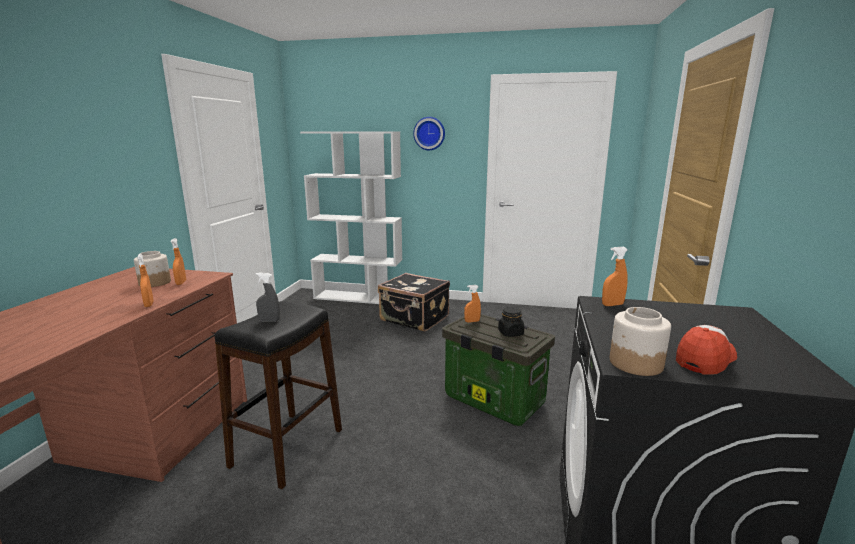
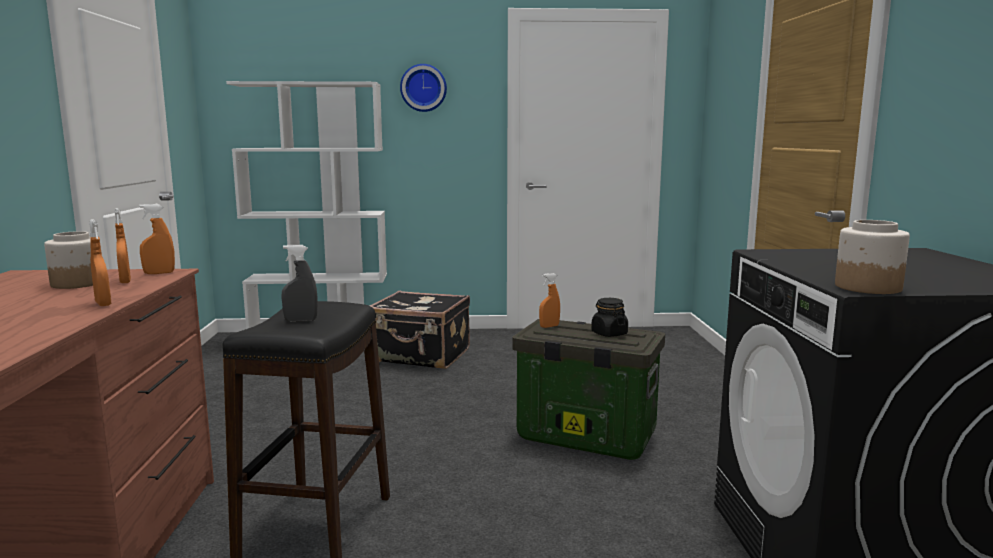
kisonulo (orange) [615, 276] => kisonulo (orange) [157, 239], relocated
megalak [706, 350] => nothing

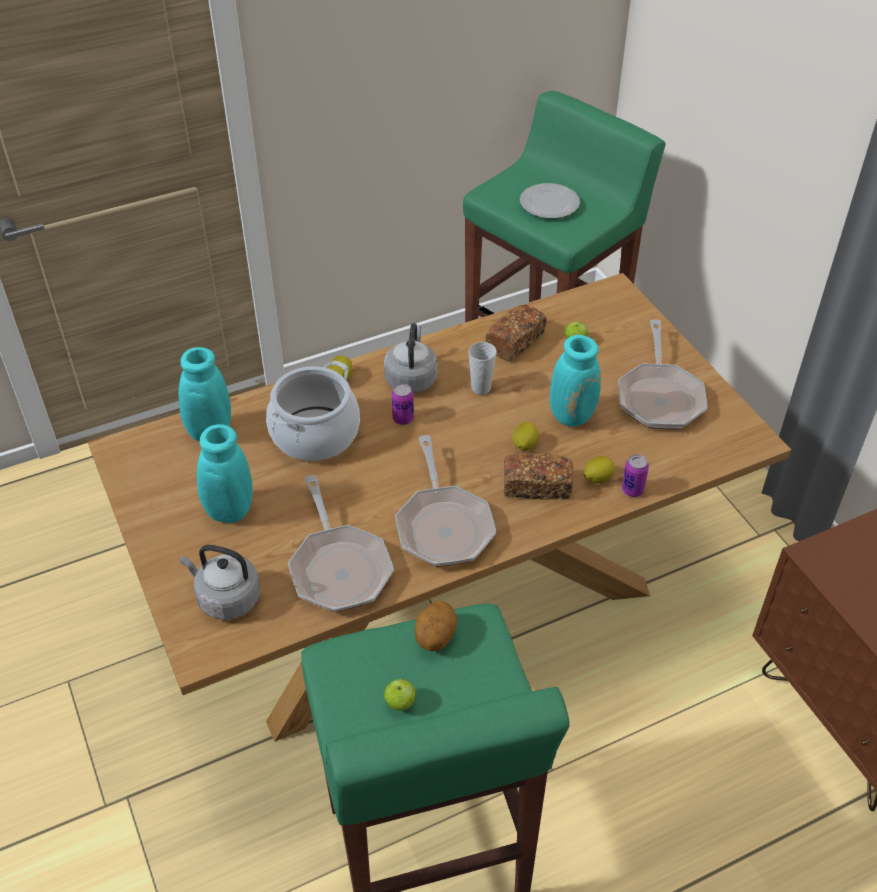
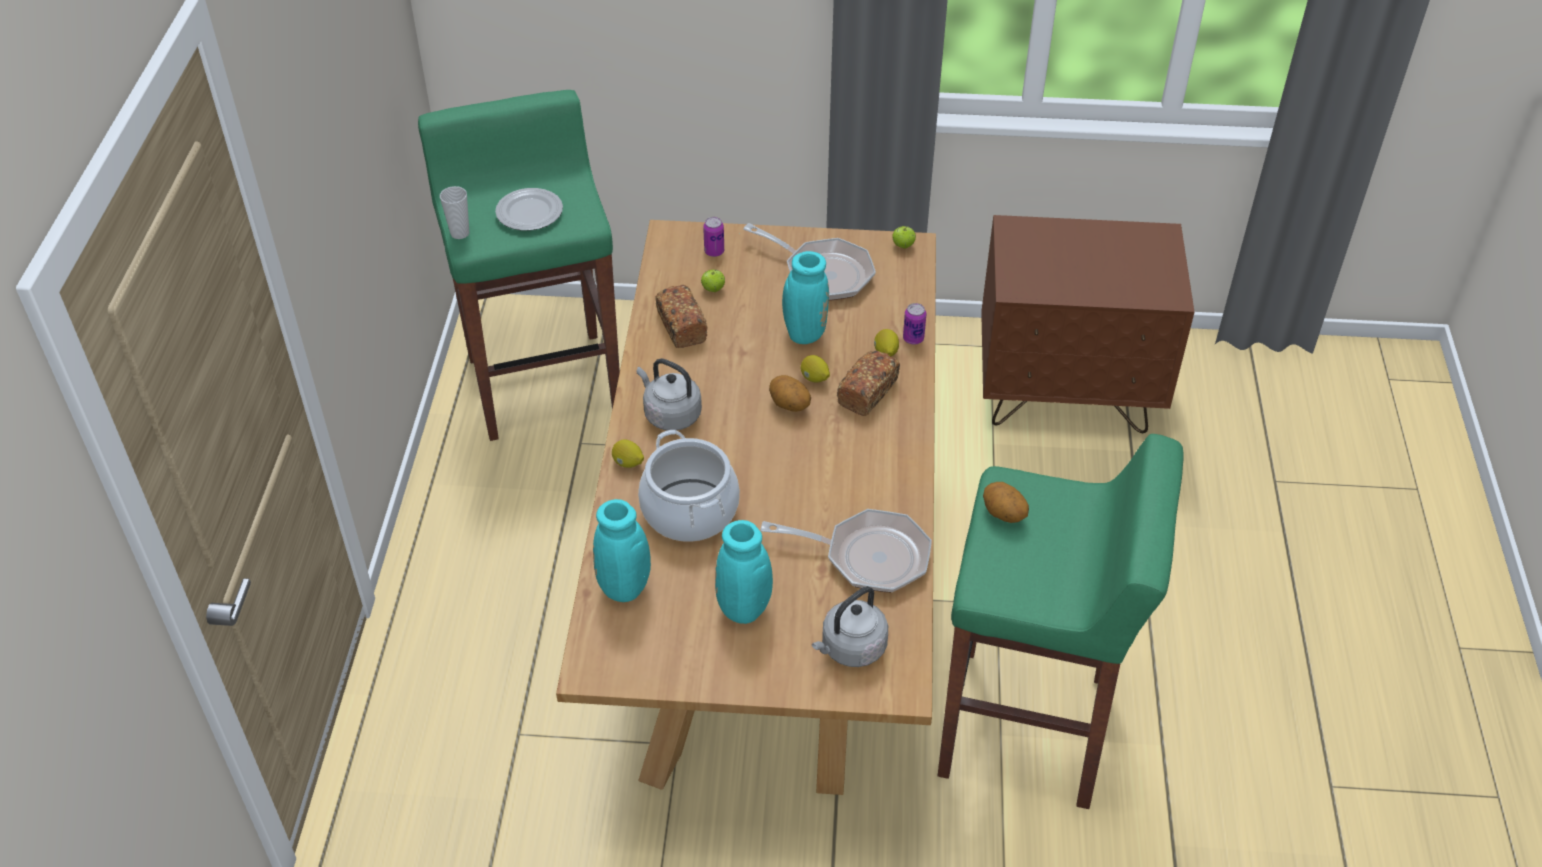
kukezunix [400, 694] => kukezunix [904, 237], relocated
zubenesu [403, 404] => zubenesu [713, 237], relocated
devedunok [445, 501] => nothing
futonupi [483, 368] => futonupi [455, 212], relocated
nothing => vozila [790, 393]

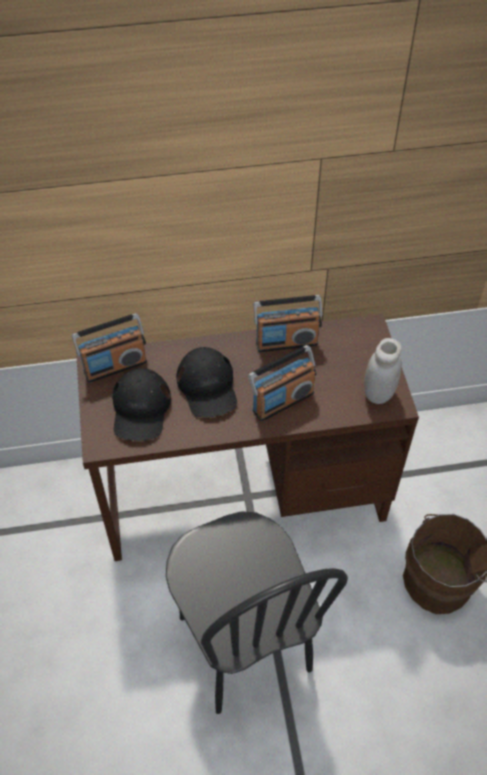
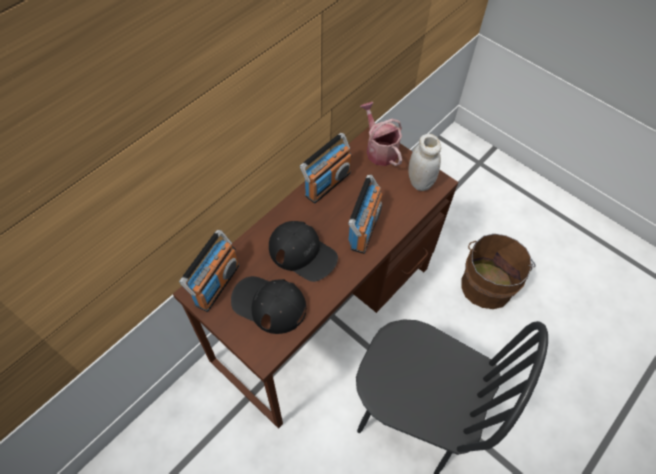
megalak (black) [141, 404] => megalak (black) [268, 305], 150 degrees clockwise
nothing => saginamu [381, 134]

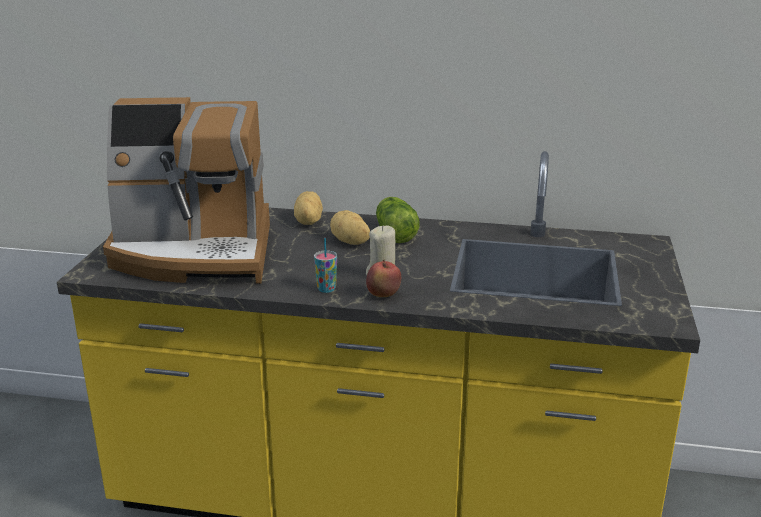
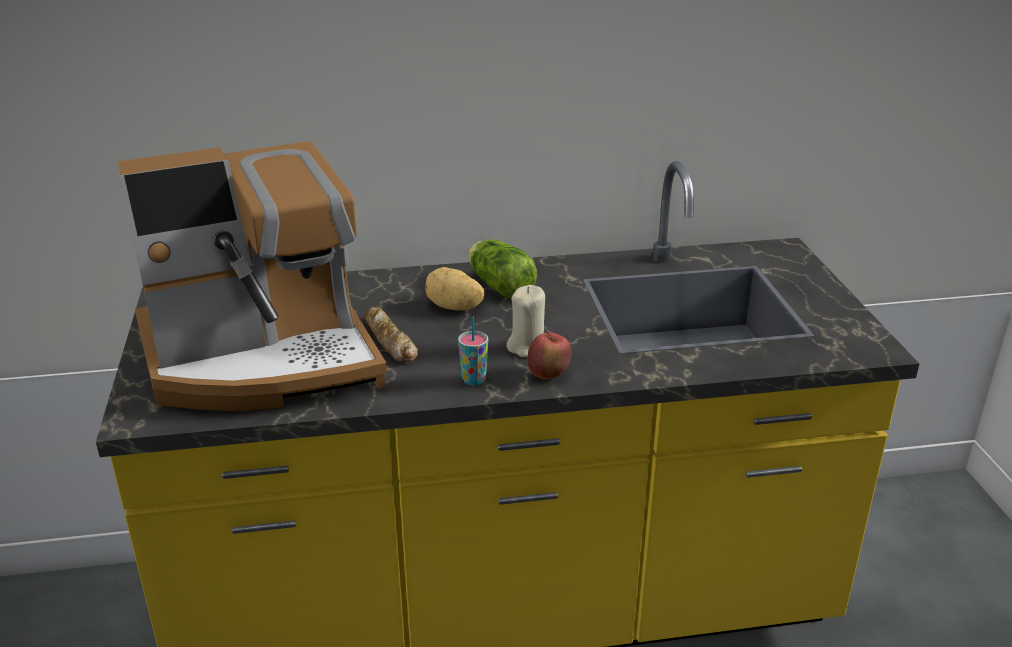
vozila [308, 208] => nothing
nothing => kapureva [391, 334]

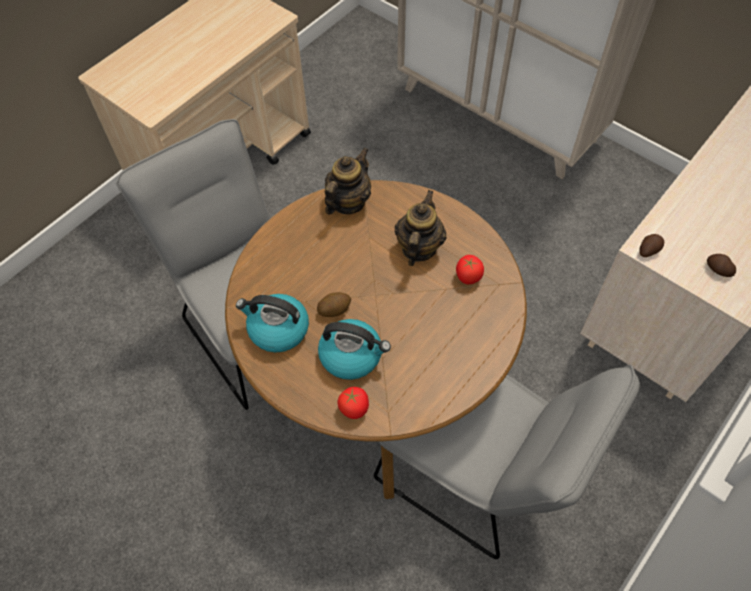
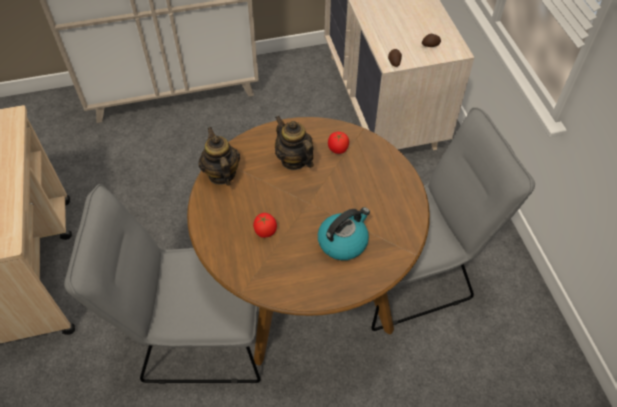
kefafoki [272, 323] => nothing
vozila [334, 304] => nothing
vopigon [353, 403] => vopigon [265, 225], relocated

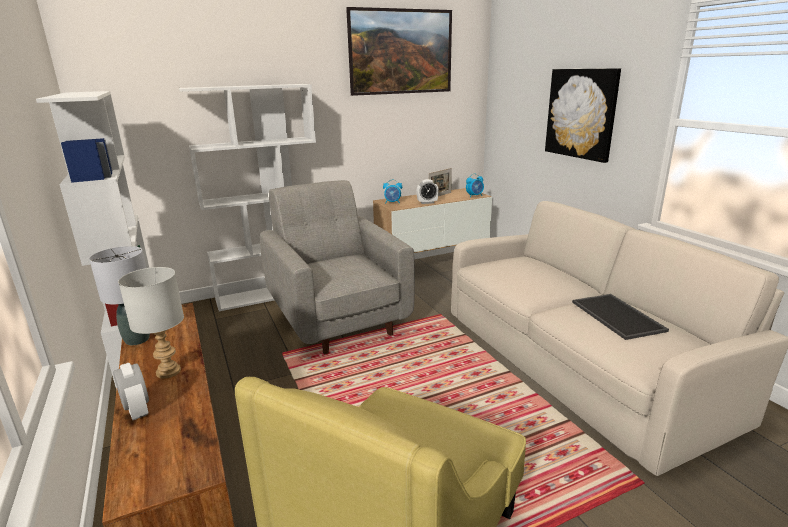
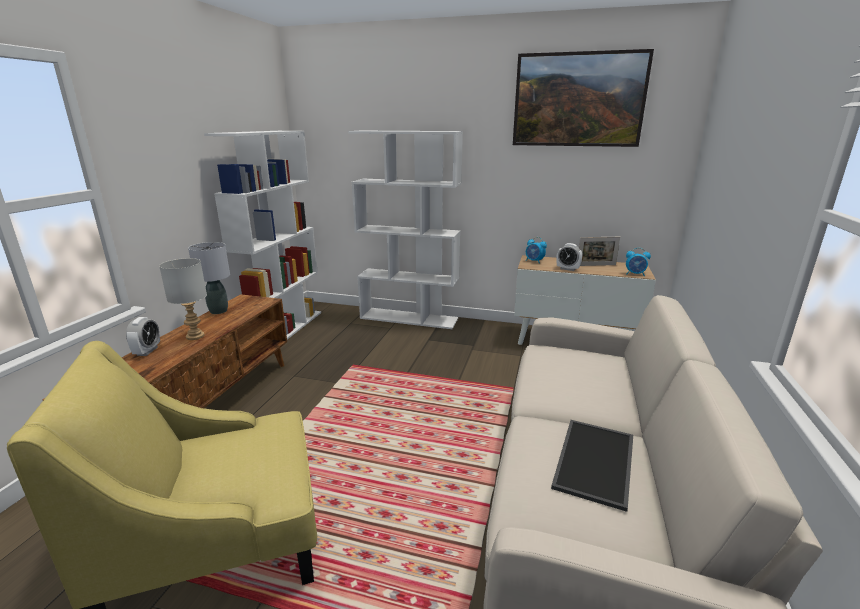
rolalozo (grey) [337, 267] => nothing
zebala [583, 115] => nothing

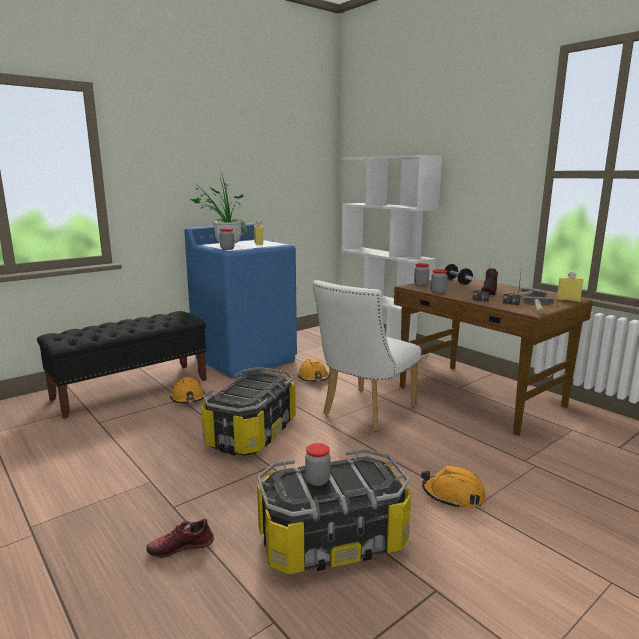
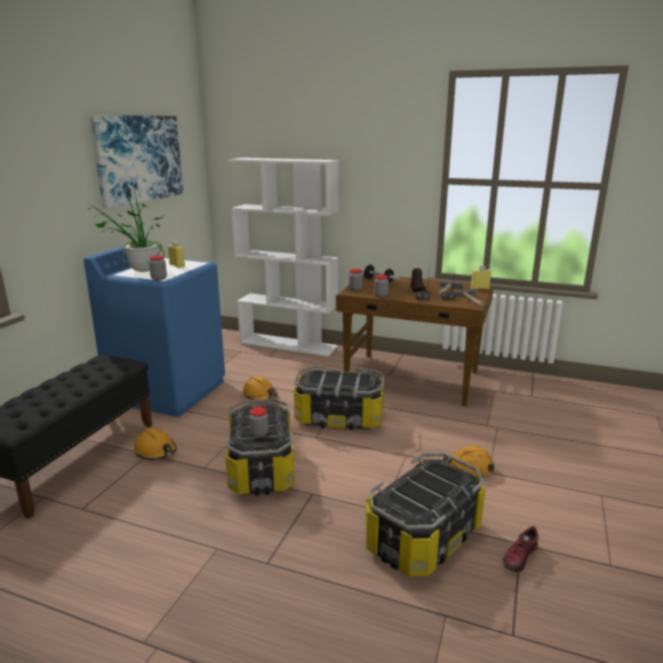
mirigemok [180, 538] => mirigemok [520, 549], relocated
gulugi [318, 464] => gulugi [258, 422], relocated
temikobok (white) [367, 356] => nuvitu [339, 398]
nothing => zebala [136, 161]

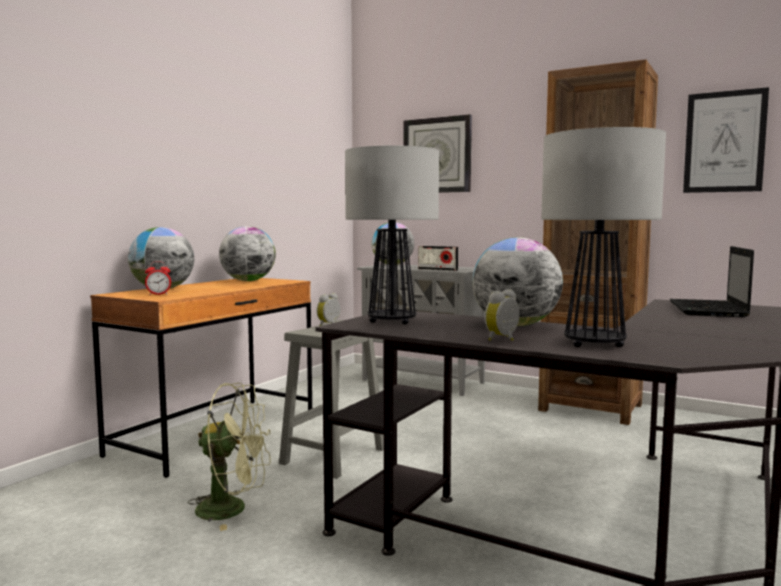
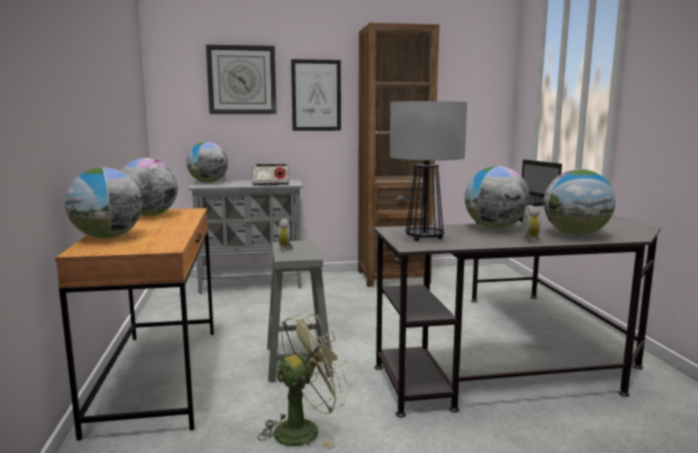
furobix [158, 278] => nothing
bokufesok [603, 237] => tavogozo [579, 202]
zebala [726, 140] => zebala [316, 95], relocated

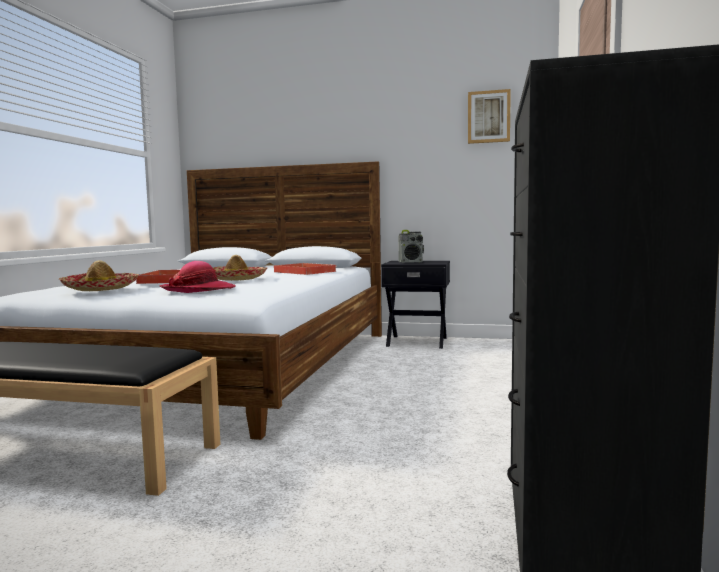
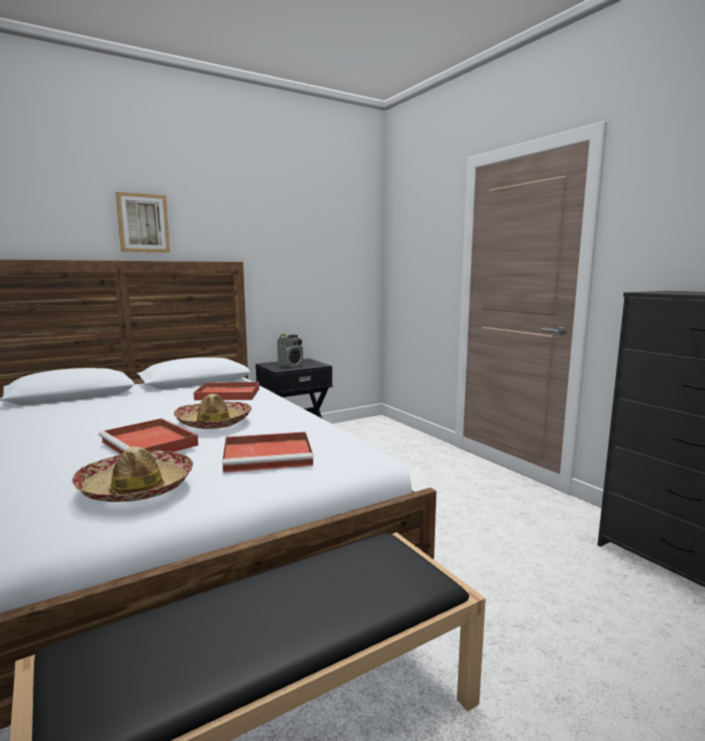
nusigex [197, 277] => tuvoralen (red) [268, 452]
zebala [489, 116] => zebala [143, 222], relocated

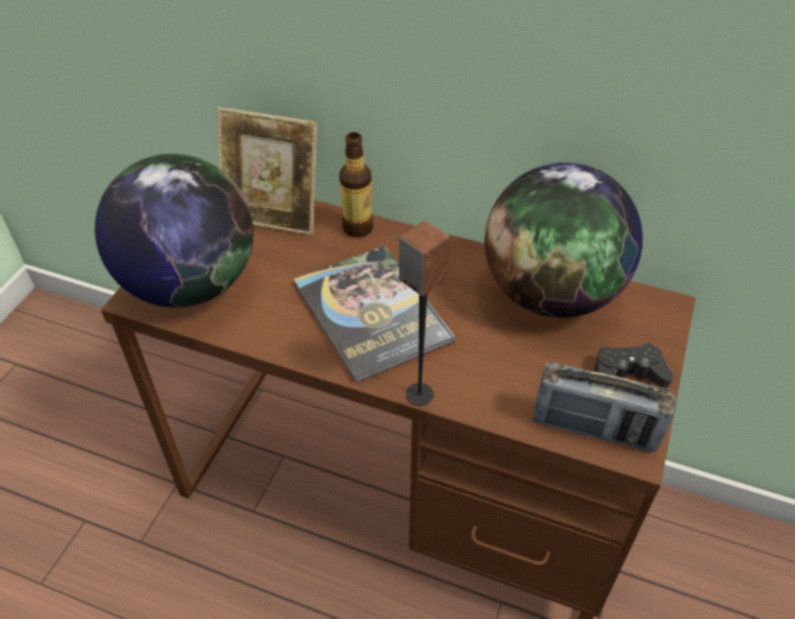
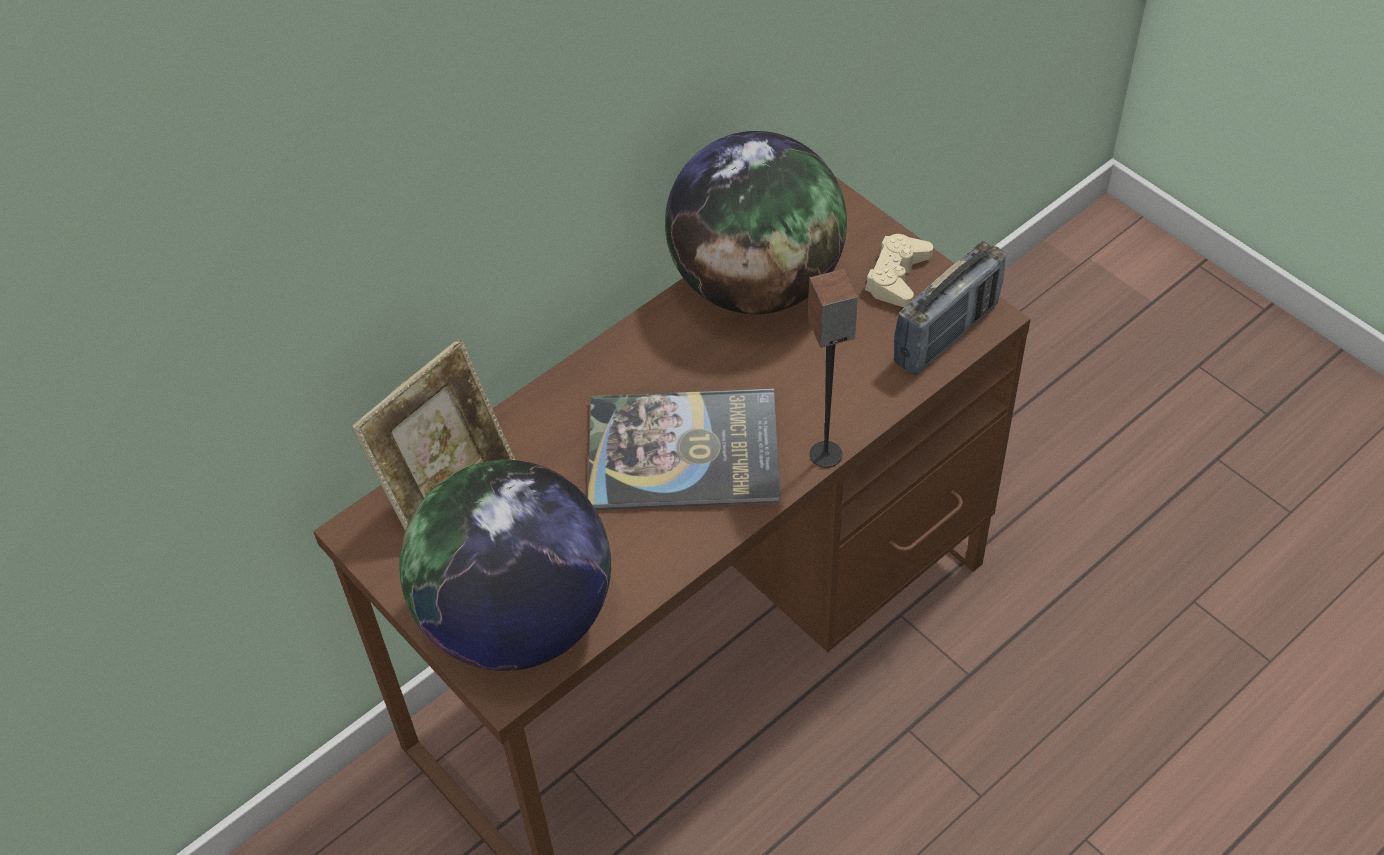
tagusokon [356, 184] => nothing
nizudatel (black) [633, 365] => nizudatel (beige) [898, 270]

